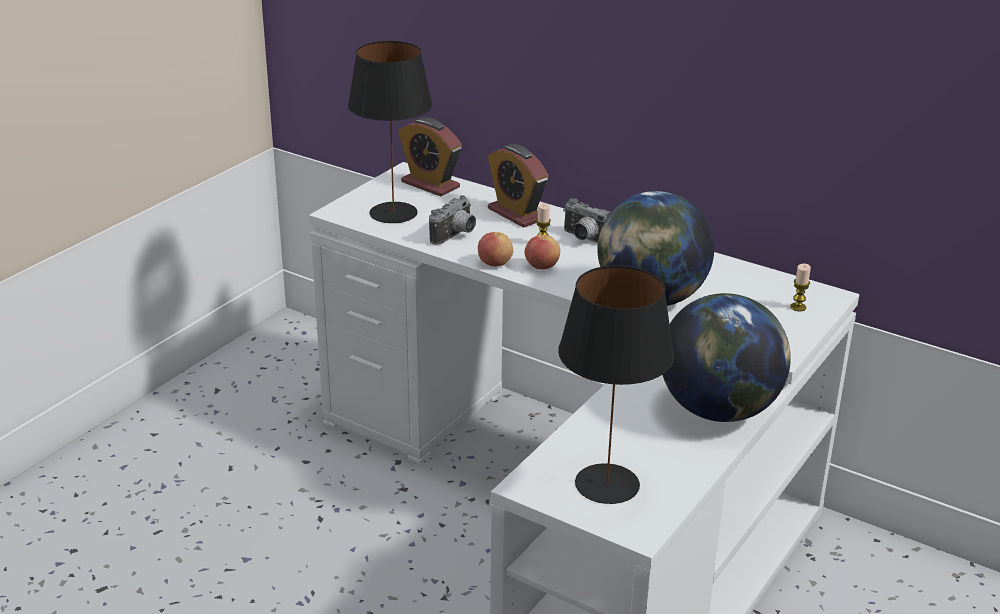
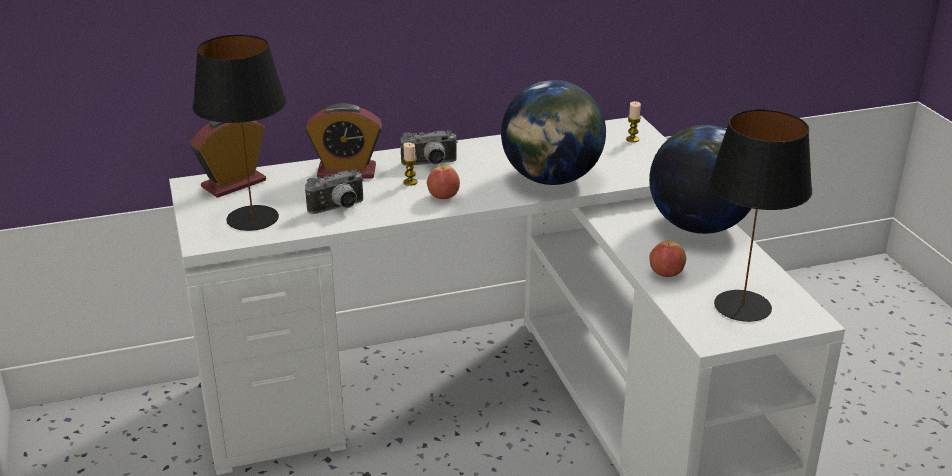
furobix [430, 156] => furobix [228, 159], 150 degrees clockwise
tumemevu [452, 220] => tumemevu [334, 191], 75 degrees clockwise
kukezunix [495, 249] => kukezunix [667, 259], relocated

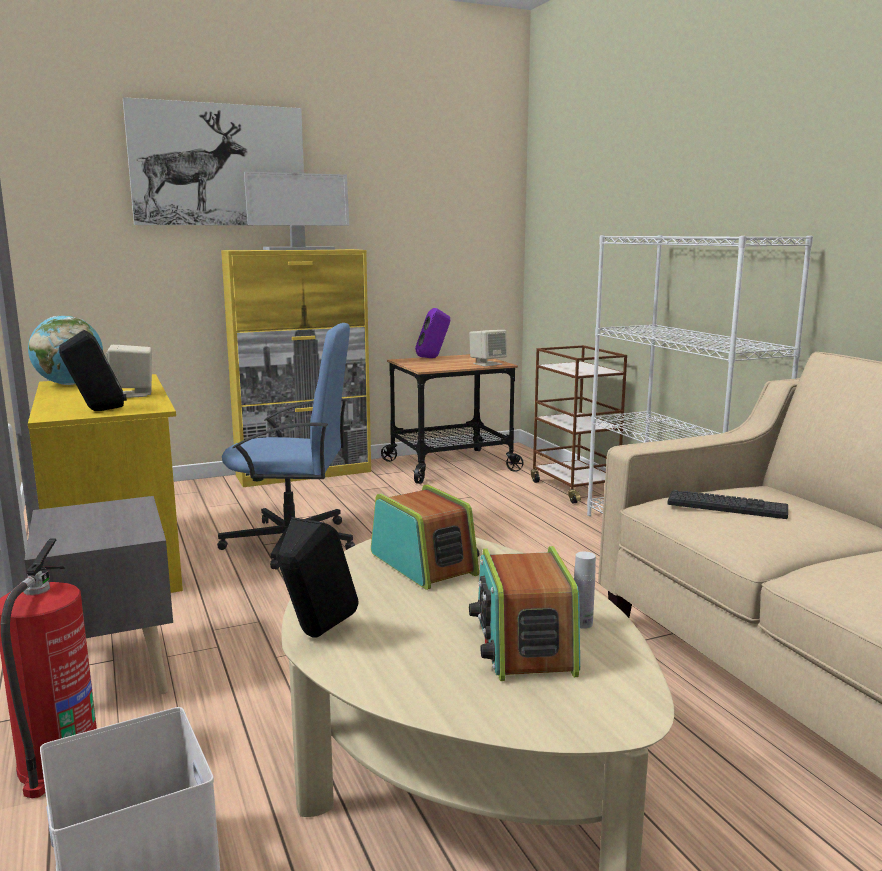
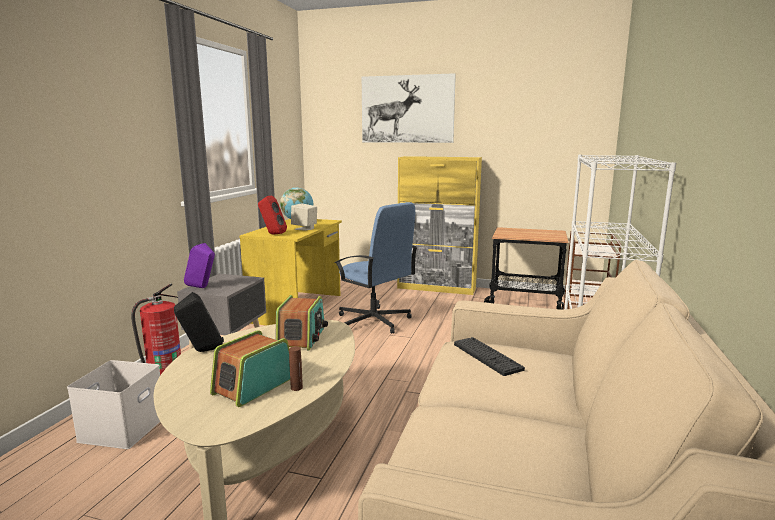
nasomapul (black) [93, 370] => nasomapul (red) [272, 215]
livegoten [296, 211] => nothing
nasomapul (purple) [432, 333] => nasomapul (purple) [199, 265], relocated
nasomapul (beige) [488, 348] => nothing
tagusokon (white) [585, 590] => tagusokon (brown) [296, 368]

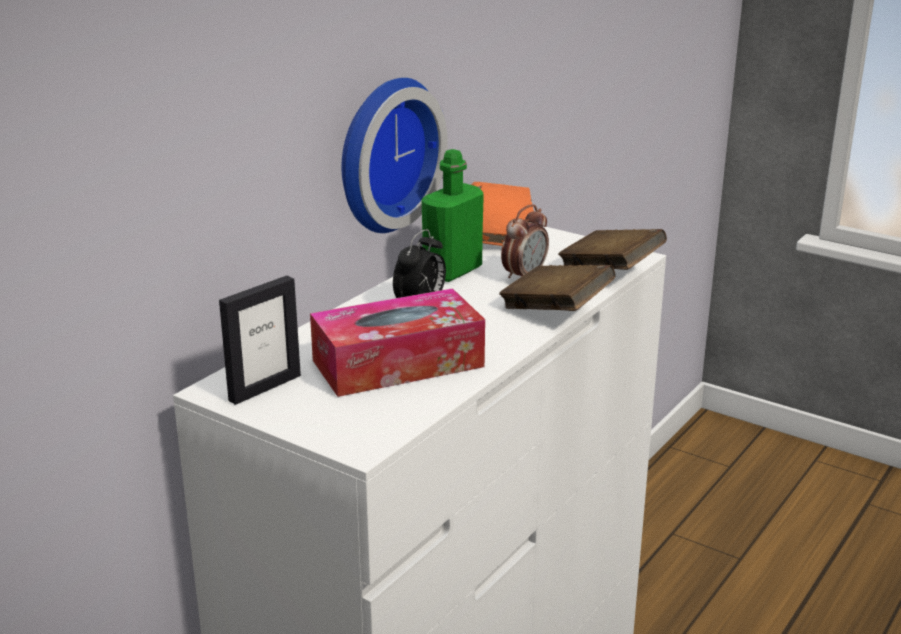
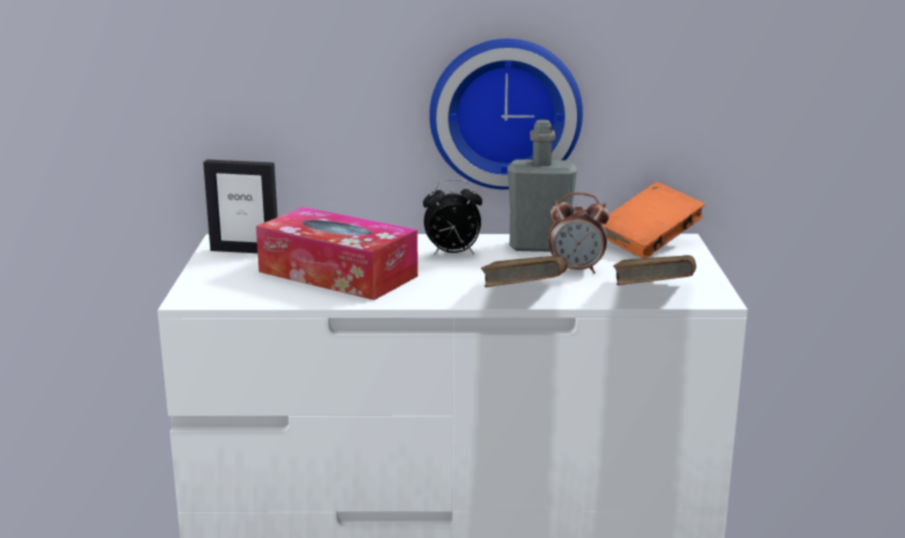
tagusokon (green) [453, 215] => tagusokon (grey) [542, 186]

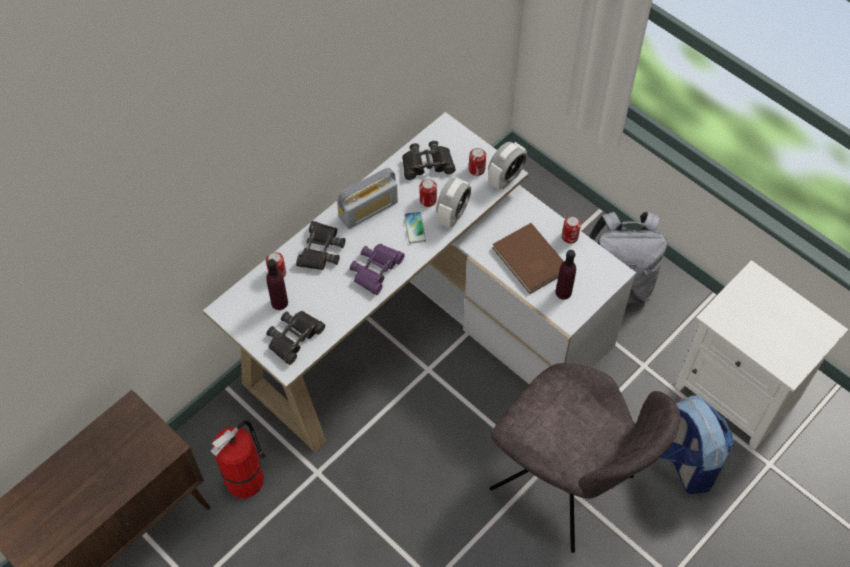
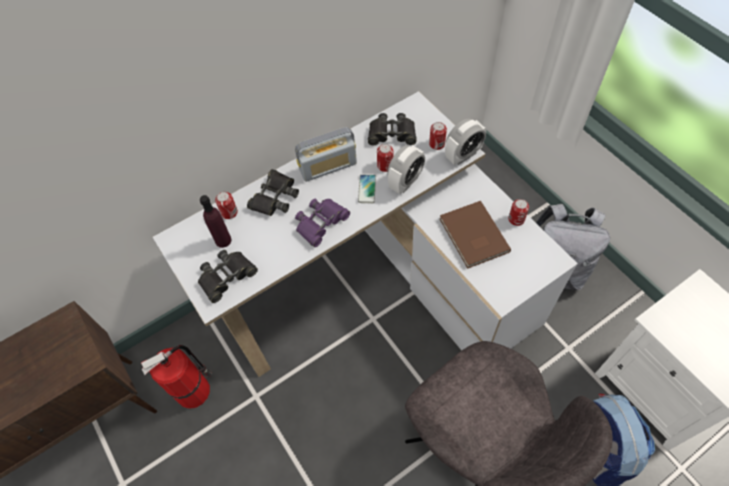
tagusokon (purple) [565, 275] => nothing

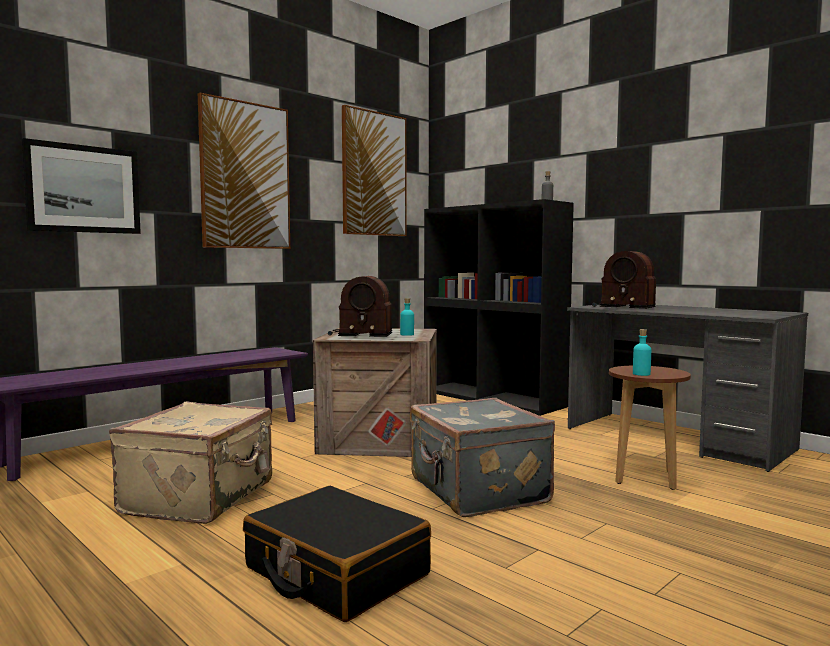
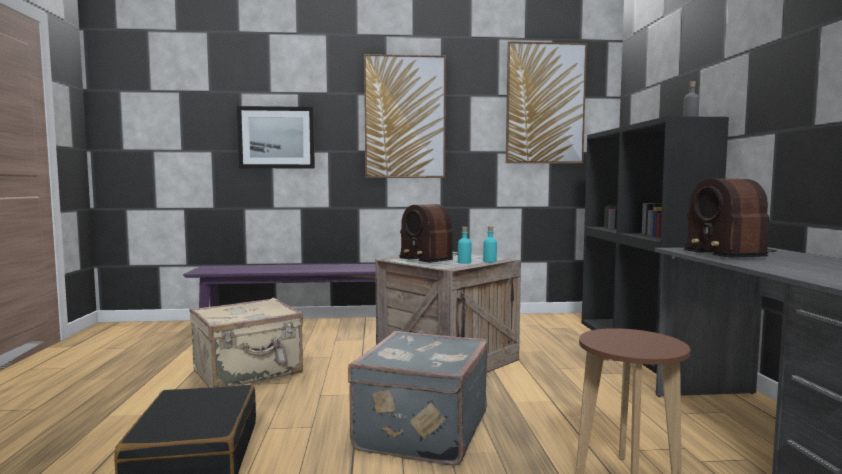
tagusokon (turquoise) [642, 352] => tagusokon (turquoise) [490, 244], relocated

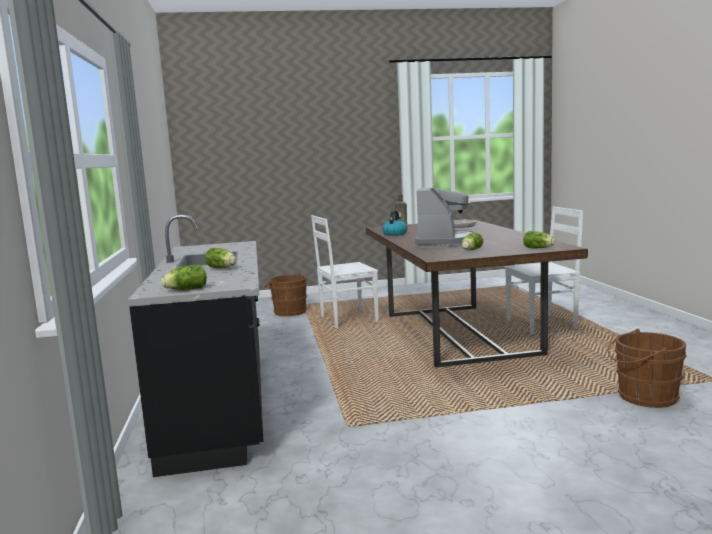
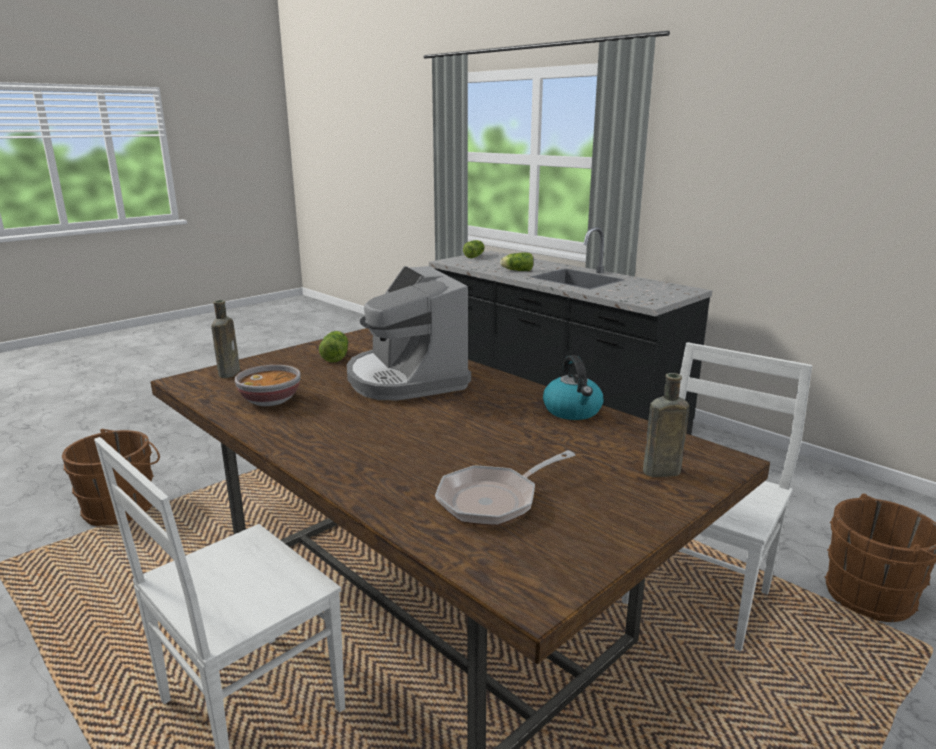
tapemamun [539, 239] => tagusokon (brown) [225, 339]
nothing => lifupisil [268, 385]

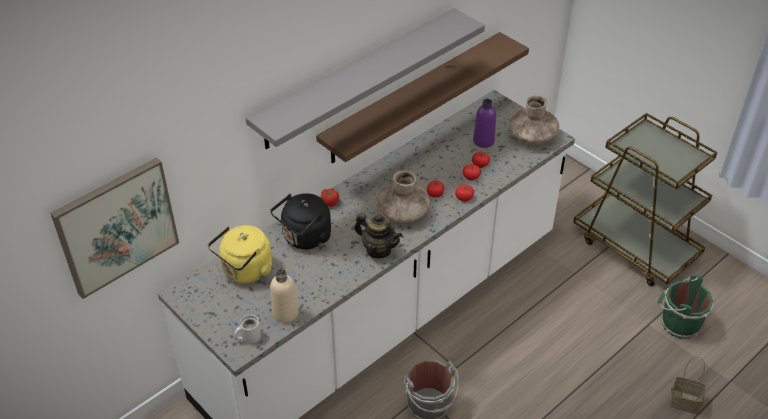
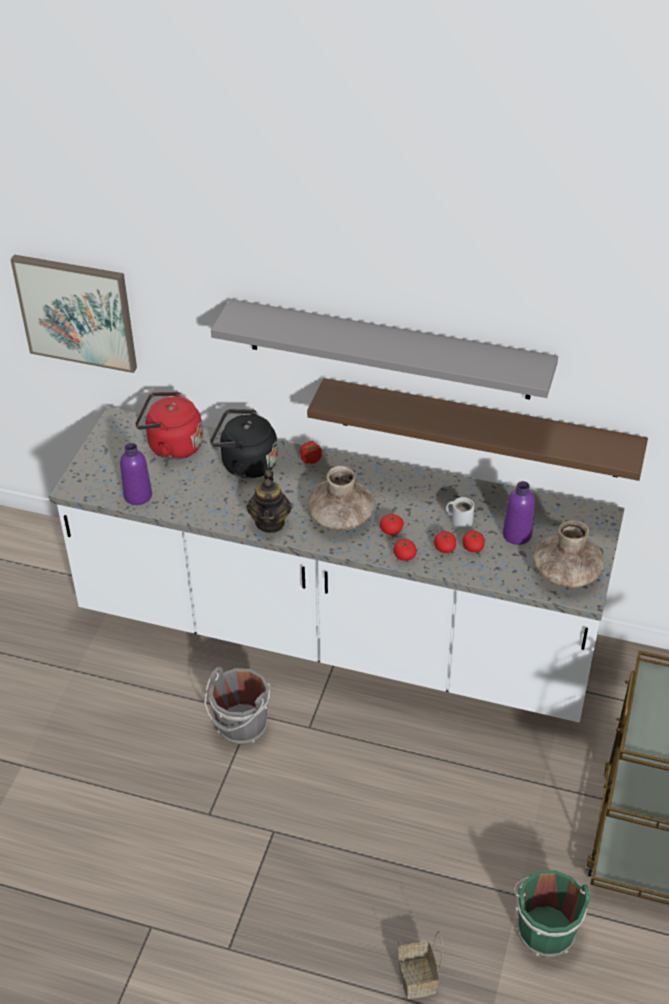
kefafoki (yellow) [240, 254] => kefafoki (red) [169, 426]
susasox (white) [247, 329] => susasox (white) [460, 513], relocated
tagusokon (beige) [284, 296] => tagusokon (purple) [136, 474]

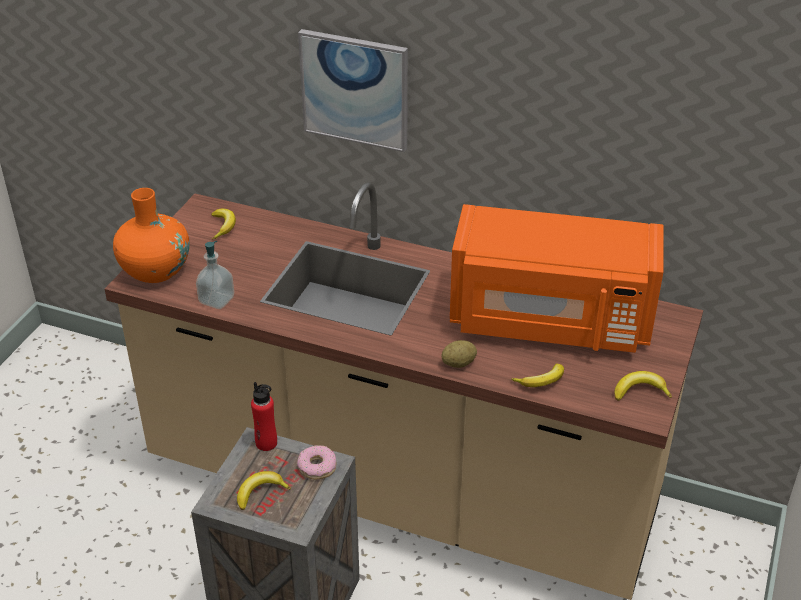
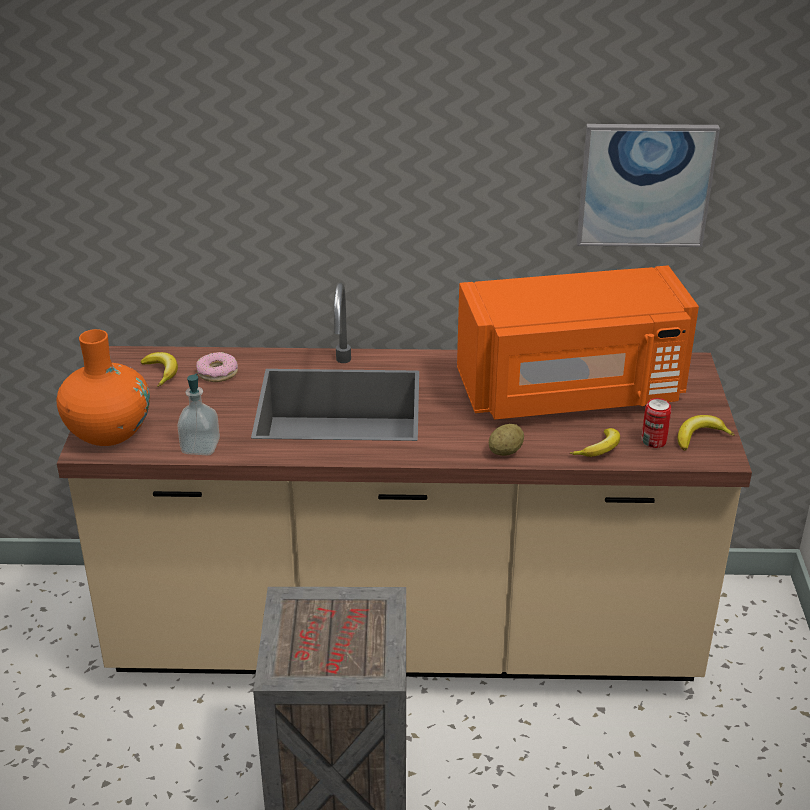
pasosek [264, 490] => nothing
tagusokon (red) [264, 416] => nothing
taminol [316, 462] => taminol [217, 367], relocated
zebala [353, 90] => zebala [648, 185], relocated
nothing => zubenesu [656, 423]

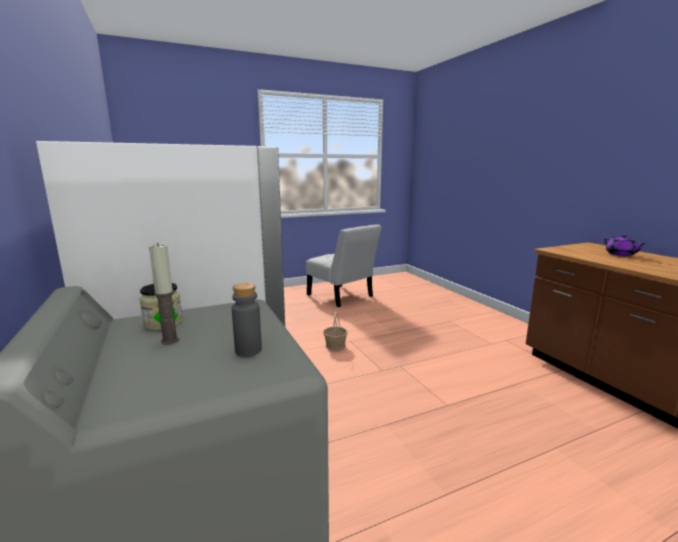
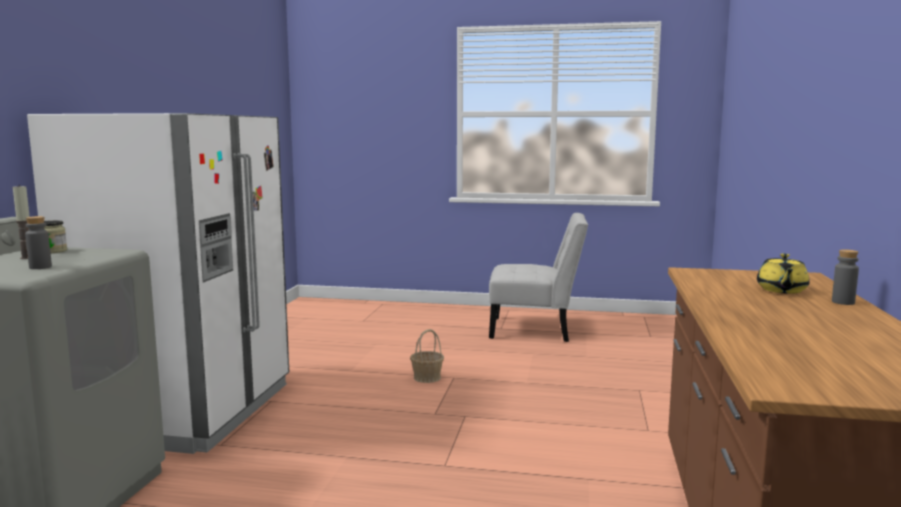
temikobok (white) [344, 265] => temikobok (white) [538, 277], 75 degrees counterclockwise
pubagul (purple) [624, 245] => pubagul (yellow) [783, 273]
nothing => tagusokon (grey) [845, 277]

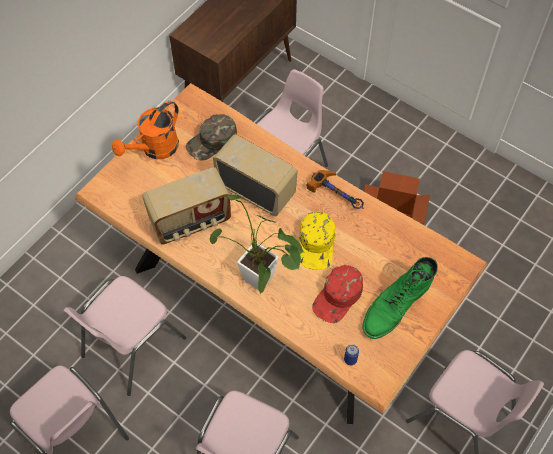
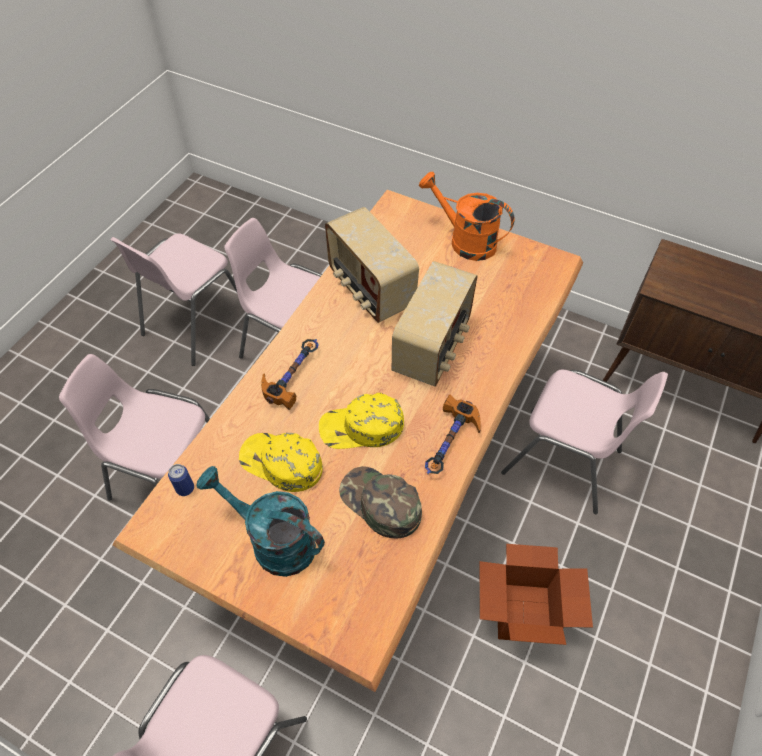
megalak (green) [211, 137] => megalak (green) [380, 502], relocated
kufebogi [256, 244] => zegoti [290, 374]
megalak (red) [337, 294] => megalak (yellow) [281, 462]
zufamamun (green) [400, 298] => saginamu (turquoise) [260, 521]

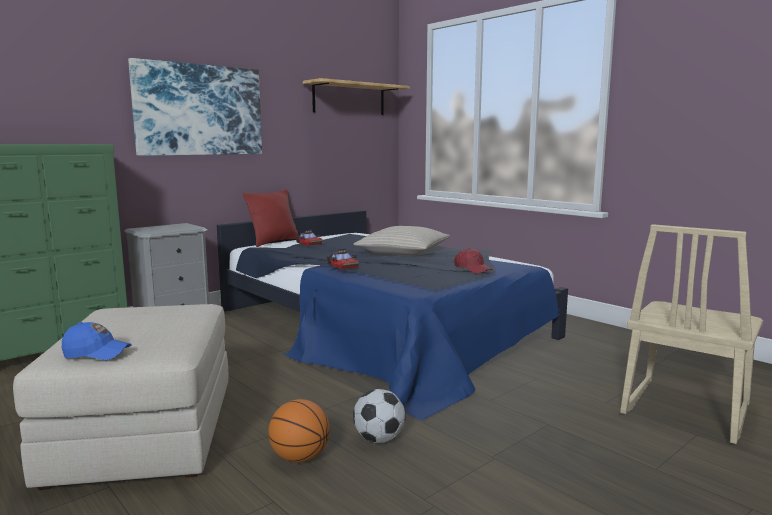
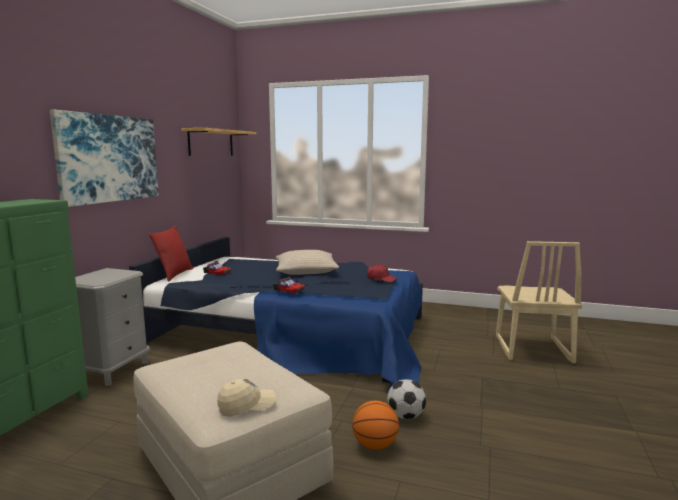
megalak (blue) [97, 341] => megalak (beige) [246, 398]

